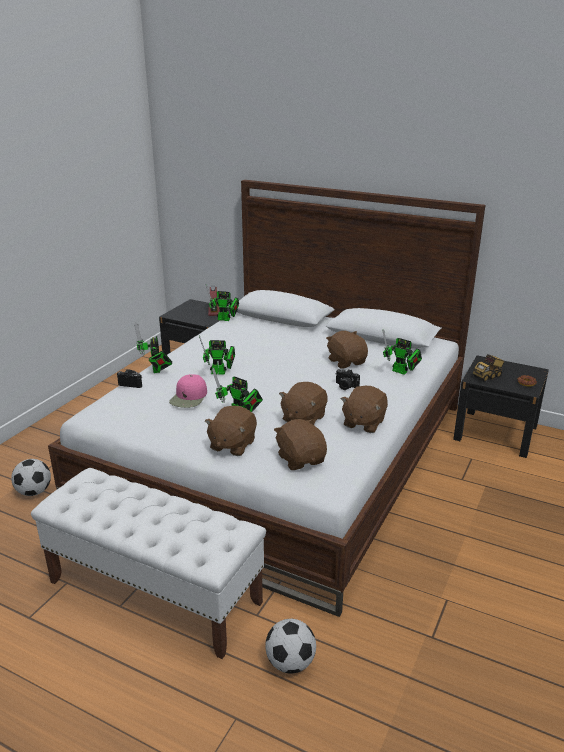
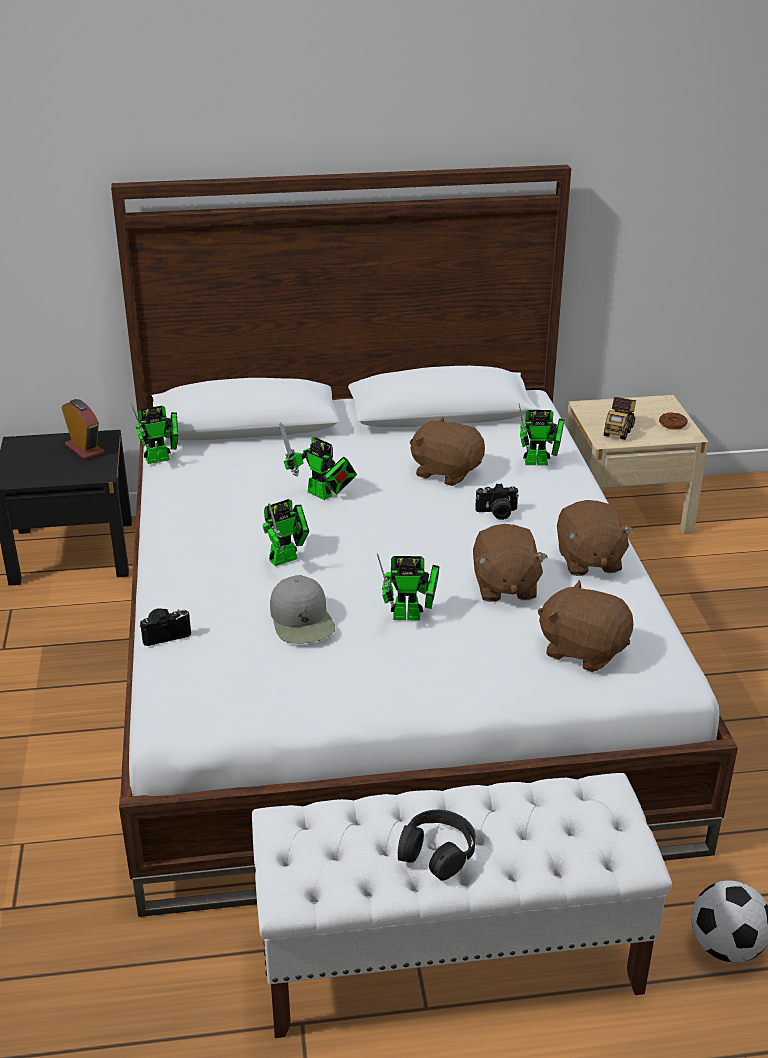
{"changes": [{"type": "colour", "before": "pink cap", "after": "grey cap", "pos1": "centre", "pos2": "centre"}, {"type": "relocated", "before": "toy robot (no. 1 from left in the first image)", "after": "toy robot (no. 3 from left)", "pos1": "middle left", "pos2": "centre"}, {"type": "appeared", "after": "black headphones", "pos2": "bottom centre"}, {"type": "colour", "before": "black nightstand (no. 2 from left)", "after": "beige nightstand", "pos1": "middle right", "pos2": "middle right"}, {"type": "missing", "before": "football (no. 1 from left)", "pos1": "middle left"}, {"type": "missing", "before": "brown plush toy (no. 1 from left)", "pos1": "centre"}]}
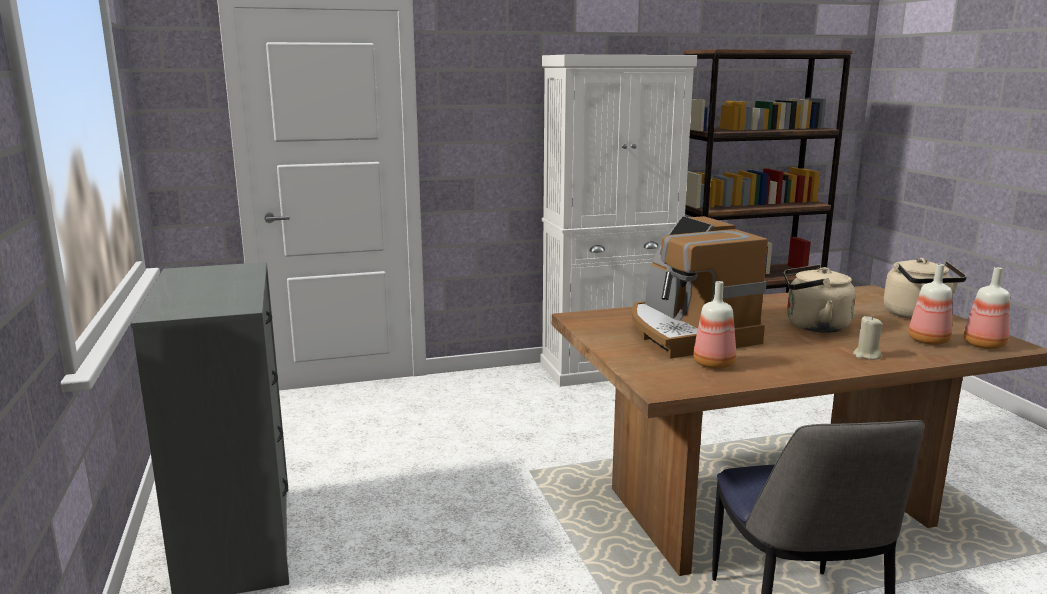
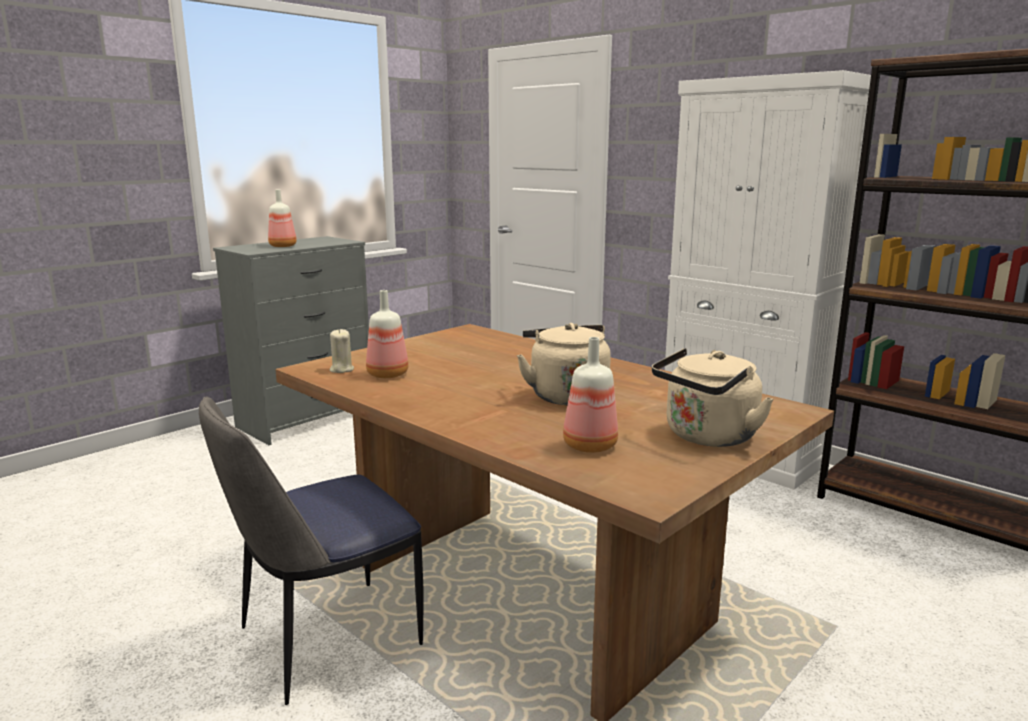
{"changes": [{"type": "relocated", "before": "bottle (no. 3 from left in the first image)", "after": "bottle (no. 1 from left)", "pos1": "middle right", "pos2": "top left"}, {"type": "relocated", "before": "beige candle", "pos1": "middle right", "pos2": "middle left"}, {"type": "missing", "before": "coffee machine", "pos1": "middle right"}]}
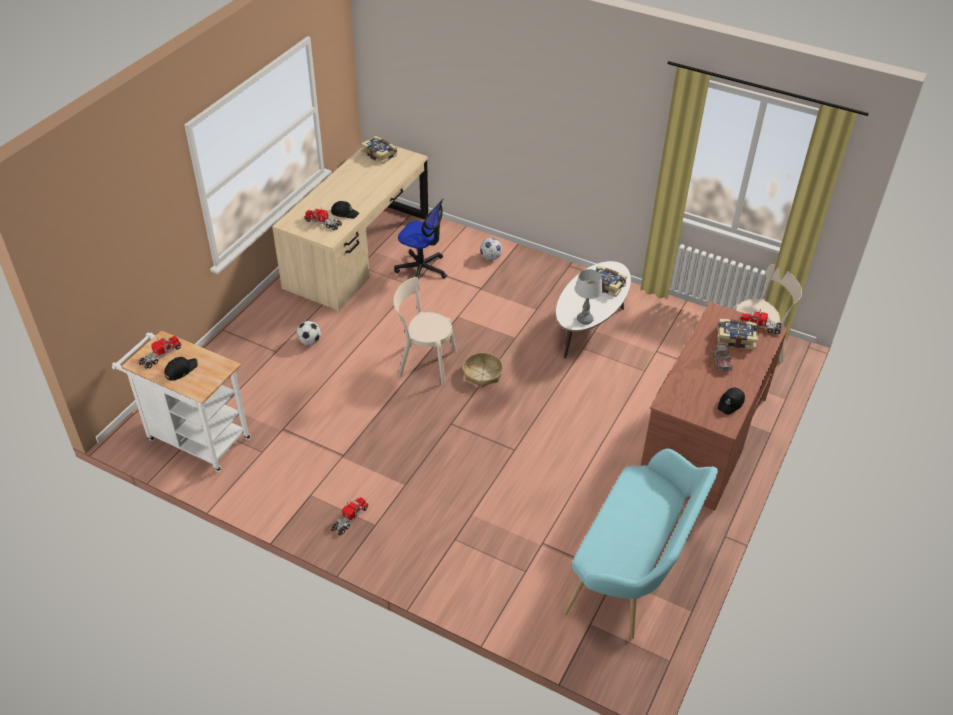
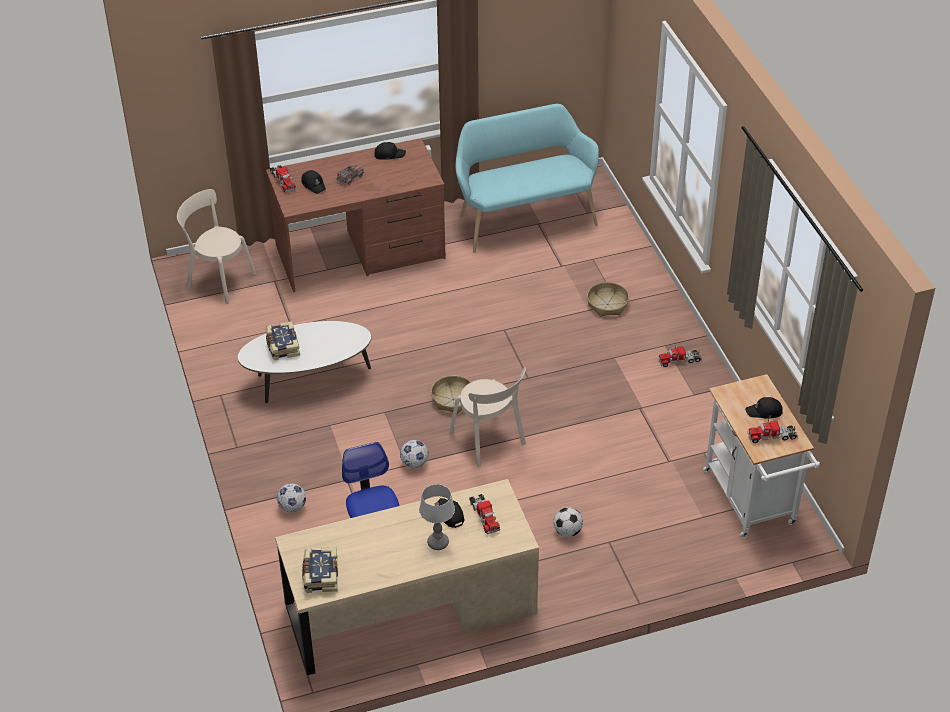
{"changes": [{"type": "exchanged", "before": "book (no. 3 from left)", "after": "black cap (no. 1 from left)", "pos1": "middle right", "pos2": "top left"}, {"type": "appeared", "after": "football (no. 2 from left)", "pos2": "centre"}, {"type": "relocated", "before": "table lamp", "pos1": "centre", "pos2": "bottom centre"}, {"type": "appeared", "after": "basket (no. 2 from left)", "pos2": "centre"}]}
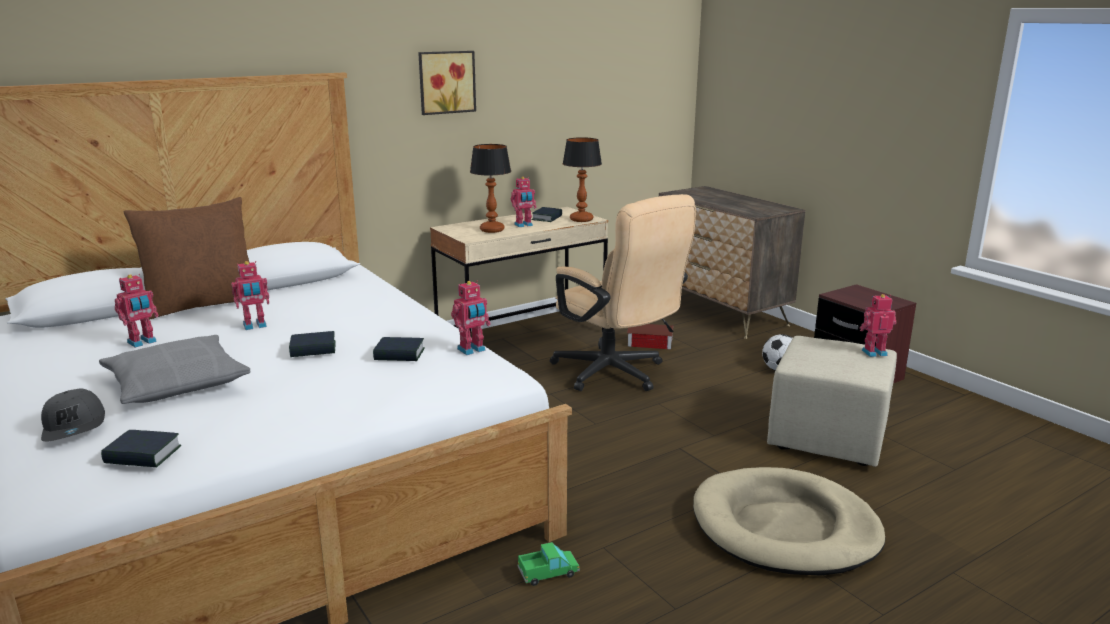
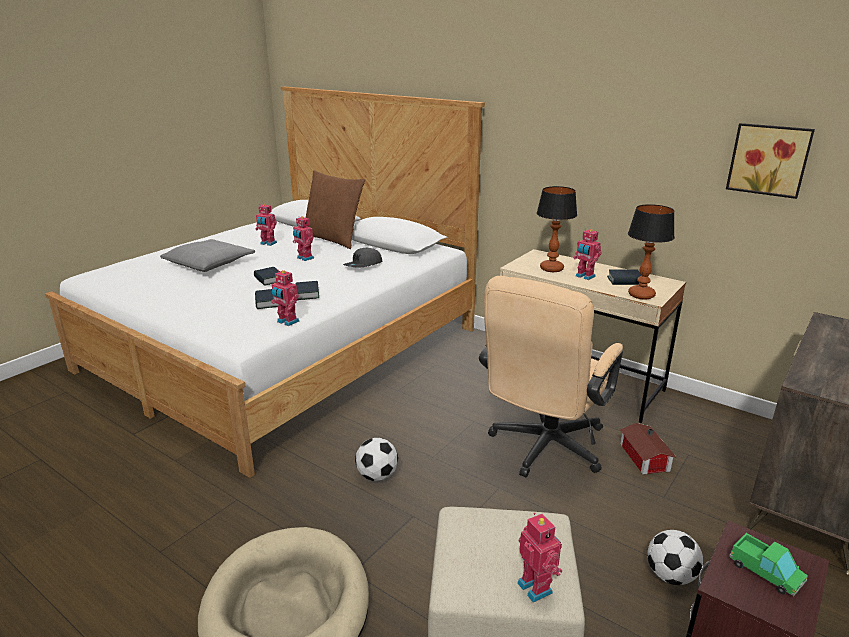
{"changes": [{"type": "relocated", "before": "book (no. 1 from left in the first image)", "after": "book (no. 3 from left)", "pos1": "bottom left", "pos2": "centre"}, {"type": "relocated", "before": "grey cap", "pos1": "middle left", "pos2": "centre"}, {"type": "appeared", "after": "football (no. 1 from left)", "pos2": "bottom centre"}, {"type": "relocated", "before": "picture", "pos1": "top centre", "pos2": "top right"}, {"type": "relocated", "before": "toy truck", "pos1": "bottom centre", "pos2": "bottom right"}]}
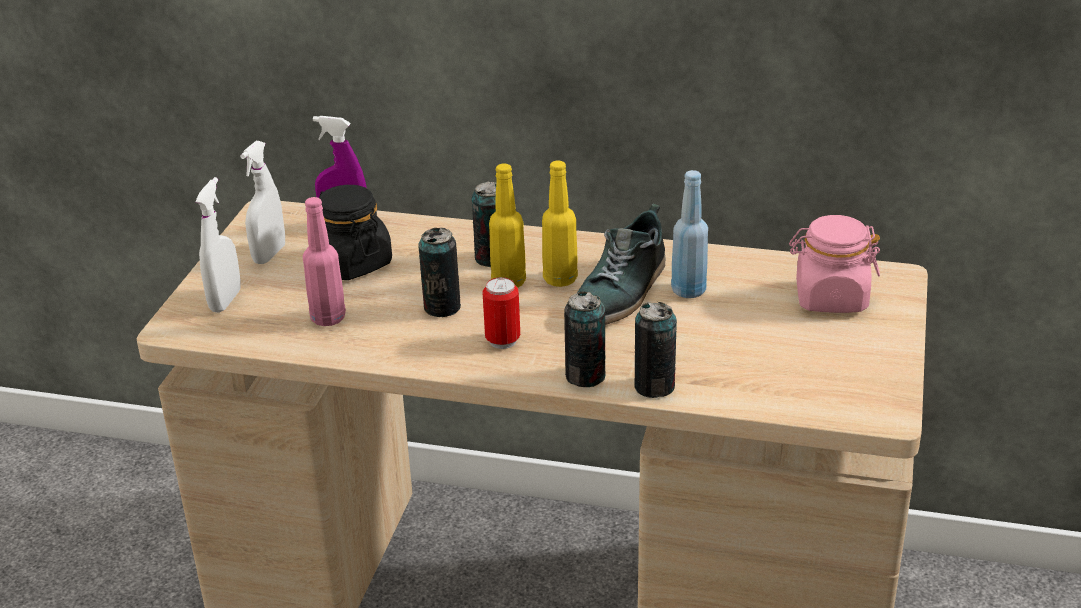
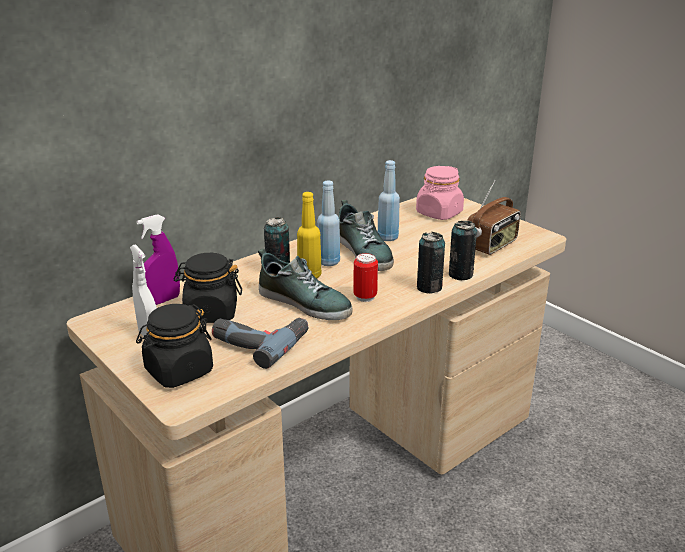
{"changes": [{"type": "exchanged", "before": "white spray bottle (no. 1 from left)", "after": "black jar (no. 1 from left)", "pos1": "middle left", "pos2": "middle left"}, {"type": "exchanged", "before": "pink bottle", "after": "power drill", "pos1": "middle left", "pos2": "centre"}, {"type": "exchanged", "before": "can (no. 1 from left)", "after": "shoe (no. 1 from left)", "pos1": "centre", "pos2": "centre"}, {"type": "colour", "before": "yellow bottle (no. 2 from left)", "after": "blue bottle (no. 1 from left)", "pos1": "centre", "pos2": "centre"}, {"type": "appeared", "after": "radio", "pos2": "middle right"}]}
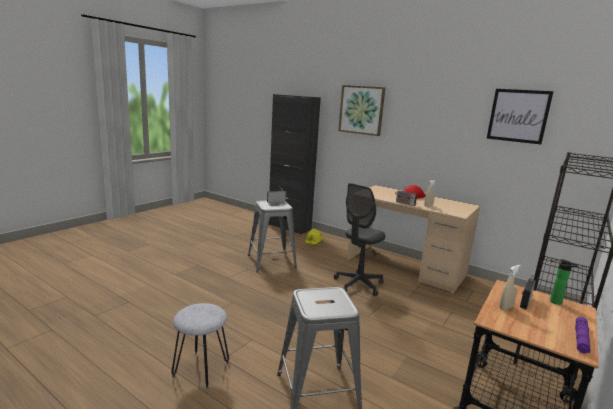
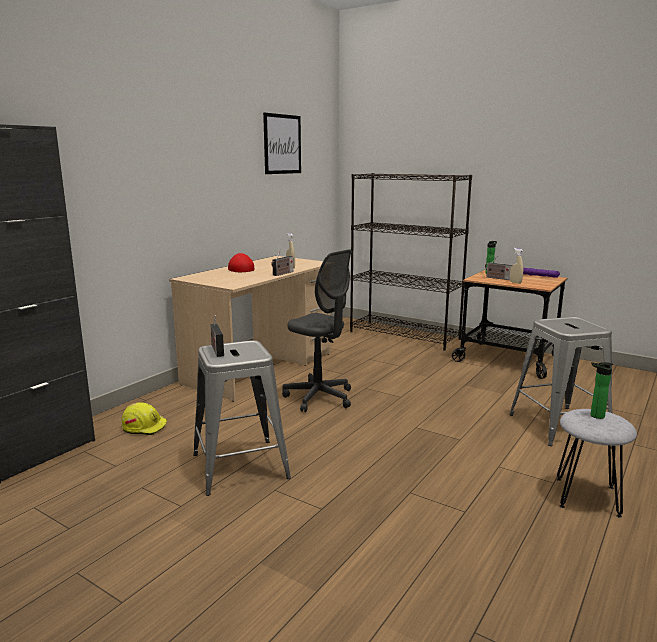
{"changes": [{"type": "appeared", "after": "bottle (no. 2 from left)", "pos2": "middle right"}, {"type": "missing", "before": "picture (no. 1 from left)", "pos1": "top centre"}]}
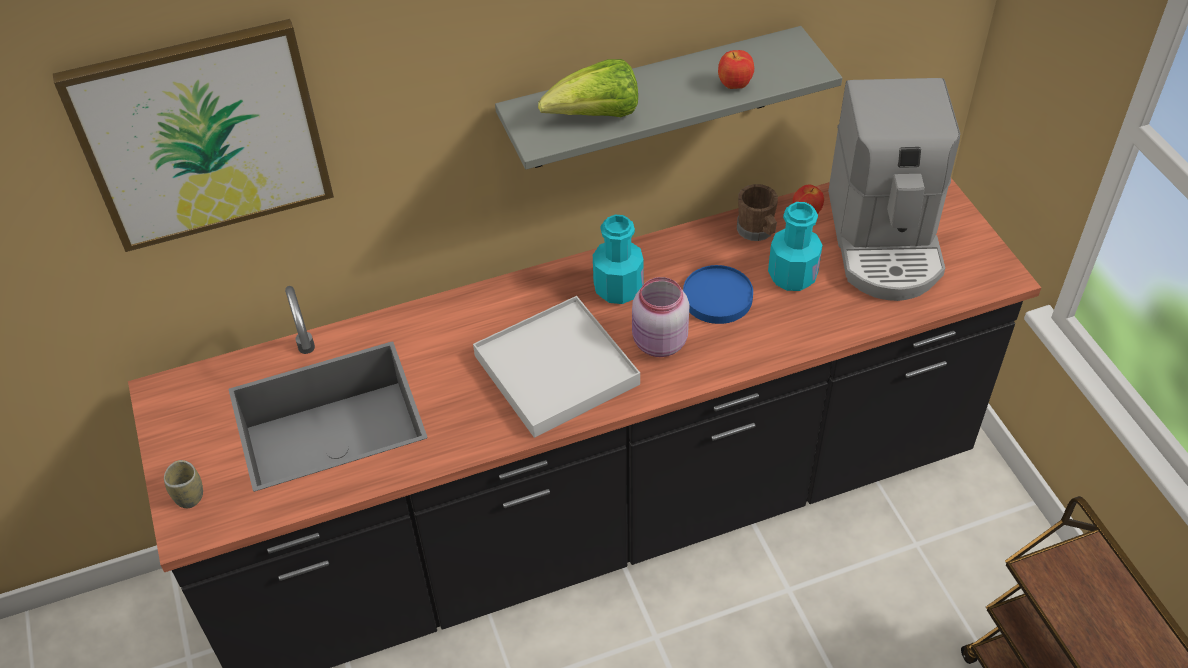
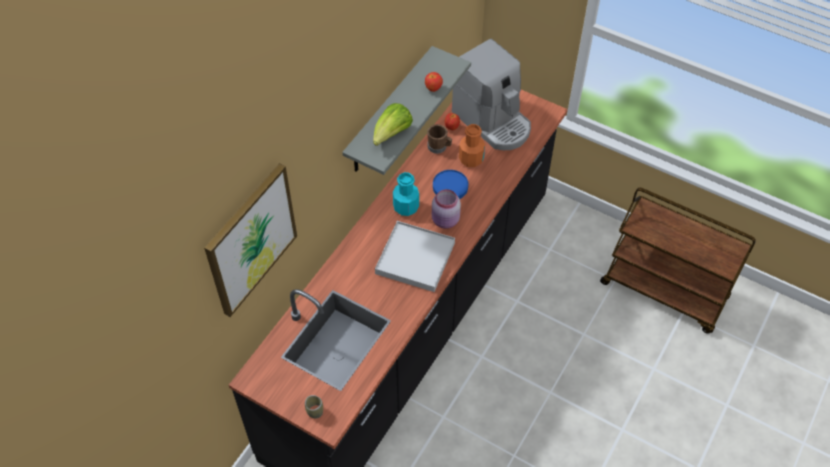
{"changes": [{"type": "colour", "before": "turquoise bottle (no. 2 from left)", "after": "orange bottle", "pos1": "middle right", "pos2": "top centre"}]}
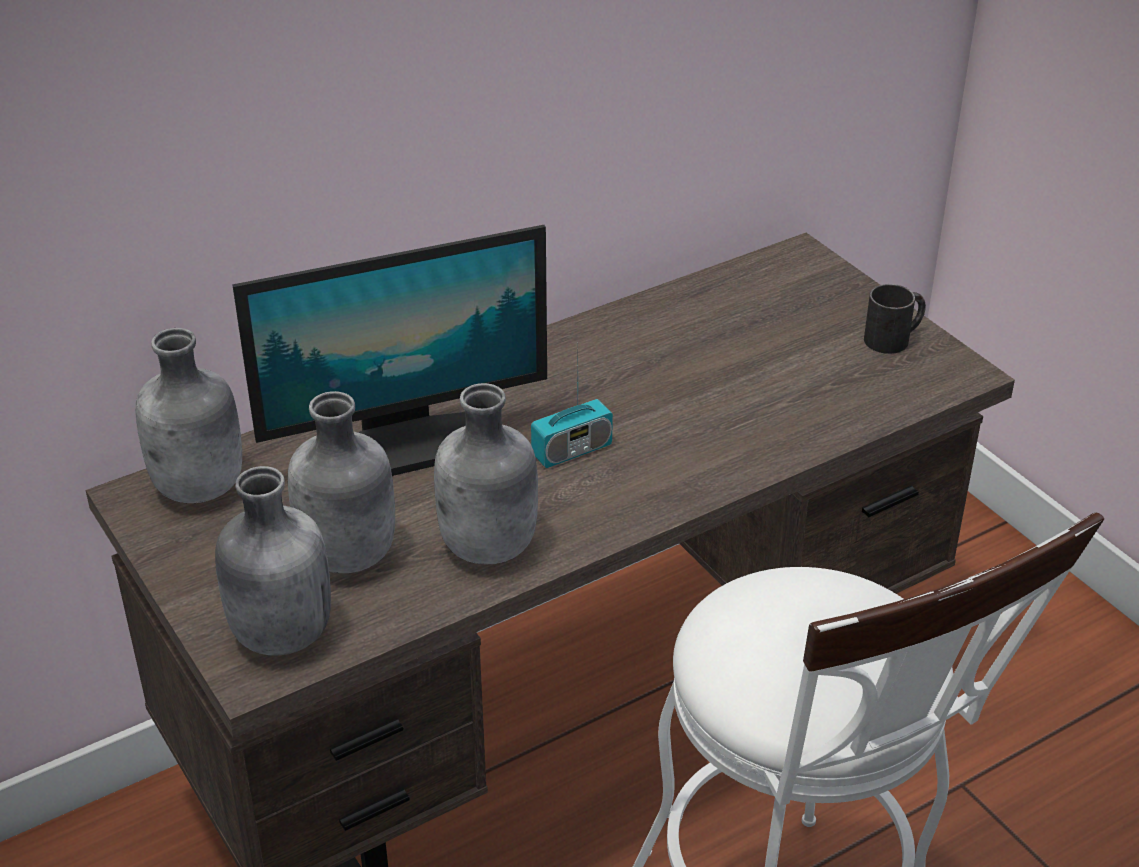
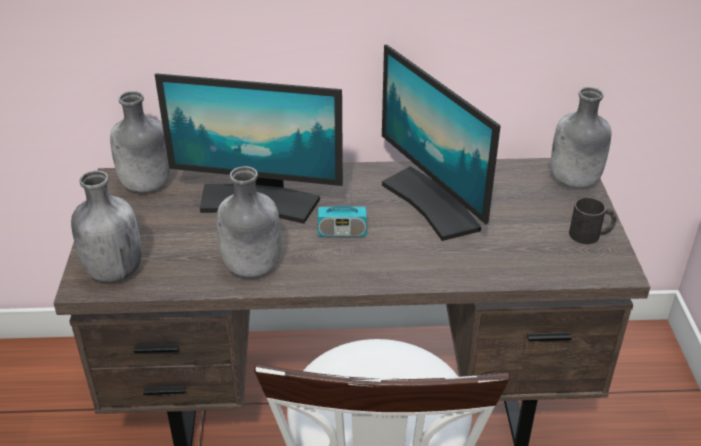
{"changes": [{"type": "appeared", "after": "monitor (no. 2 from left)", "pos2": "top centre"}, {"type": "relocated", "before": "grey bottle (no. 3 from left in the first image)", "after": "grey bottle (no. 4 from left)", "pos1": "middle left", "pos2": "top right"}]}
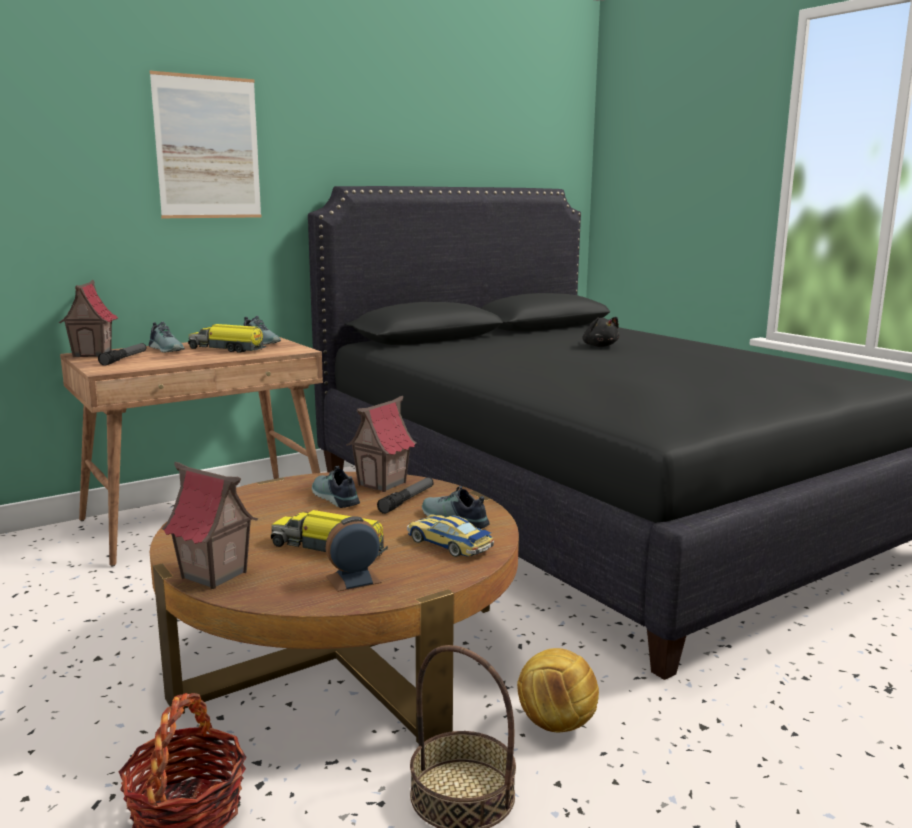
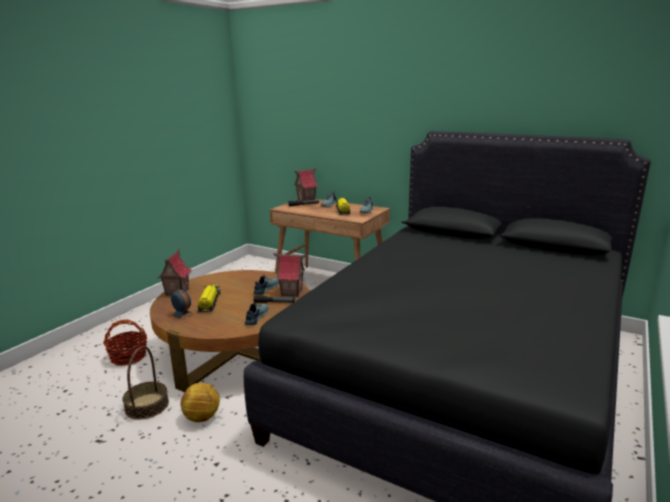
{"changes": [{"type": "missing", "before": "picture", "pos1": "top left"}, {"type": "missing", "before": "toy car", "pos1": "centre"}, {"type": "missing", "before": "black plush toy", "pos1": "centre"}]}
